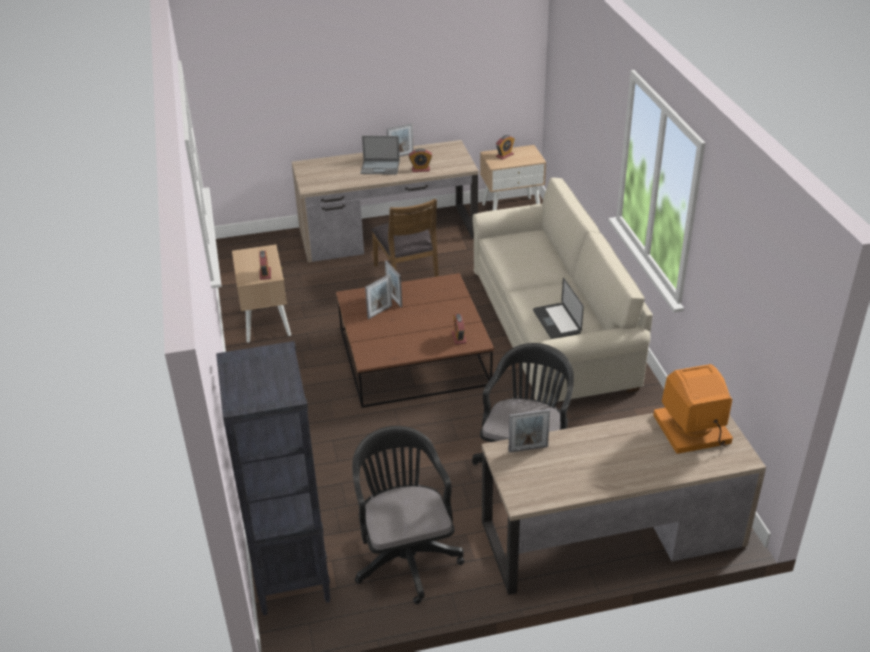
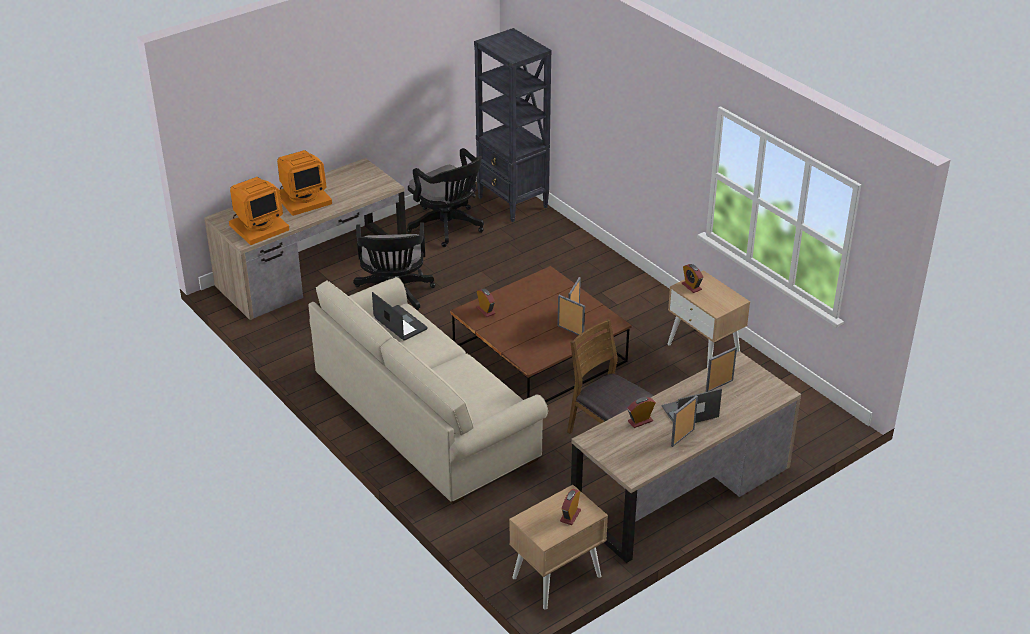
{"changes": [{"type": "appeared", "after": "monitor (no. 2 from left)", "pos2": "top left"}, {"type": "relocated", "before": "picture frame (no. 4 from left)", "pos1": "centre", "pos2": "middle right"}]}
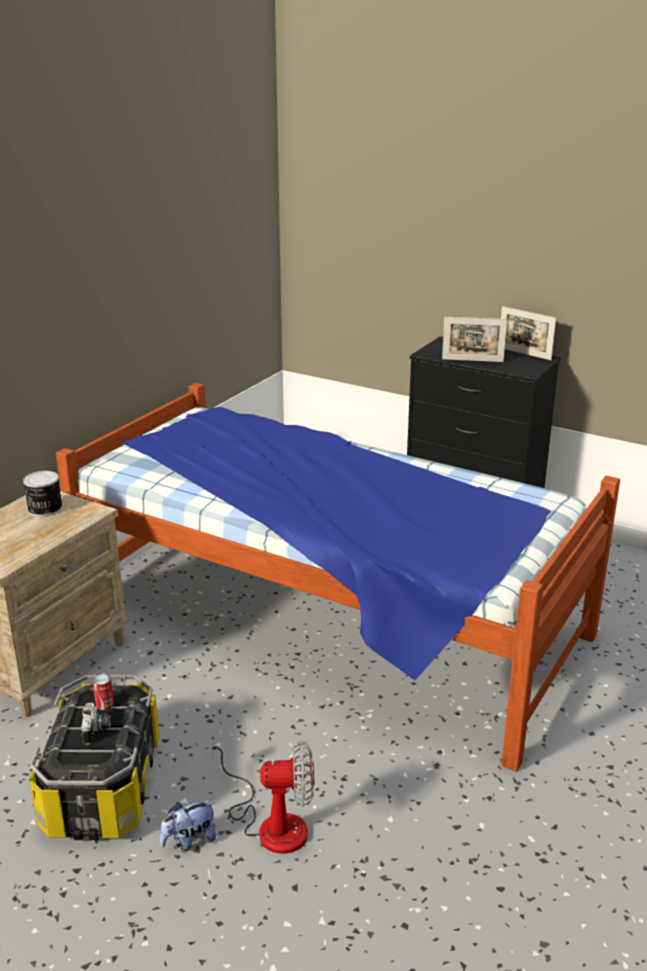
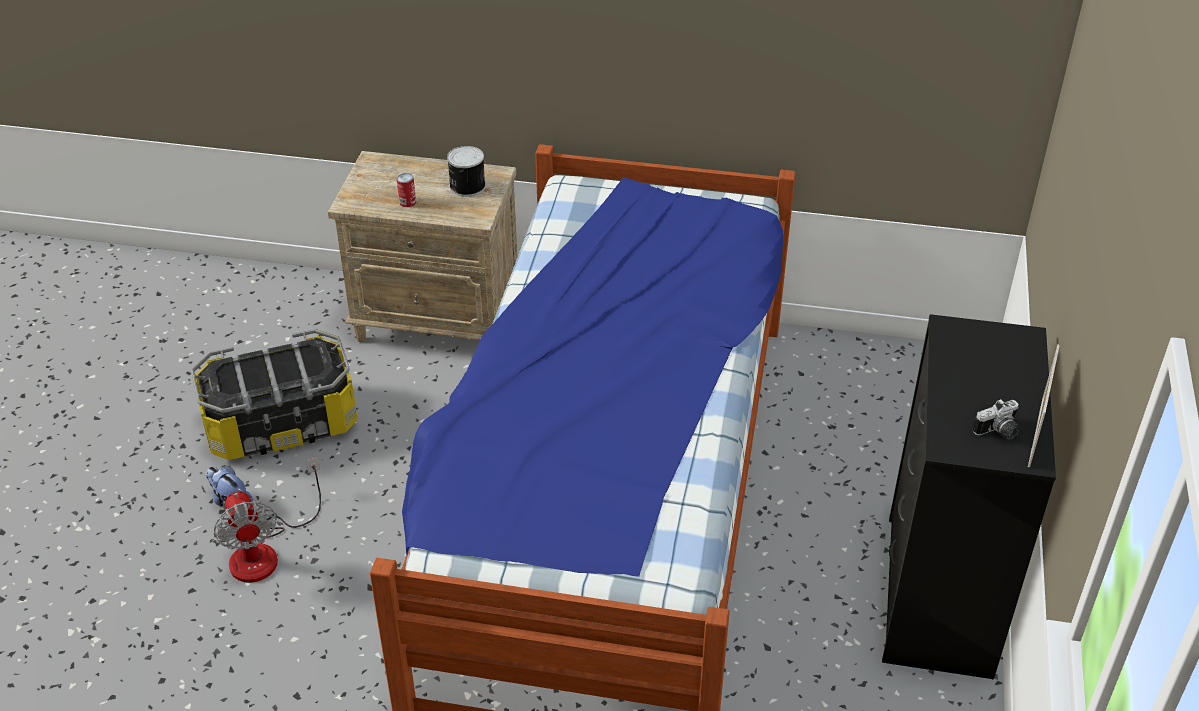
{"changes": [{"type": "relocated", "before": "can (no. 2 from left in the first image)", "after": "can (no. 1 from left)", "pos1": "bottom left", "pos2": "top centre"}, {"type": "relocated", "before": "photo camera", "pos1": "bottom left", "pos2": "middle right"}, {"type": "missing", "before": "picture frame (no. 1 from left)", "pos1": "middle right"}]}
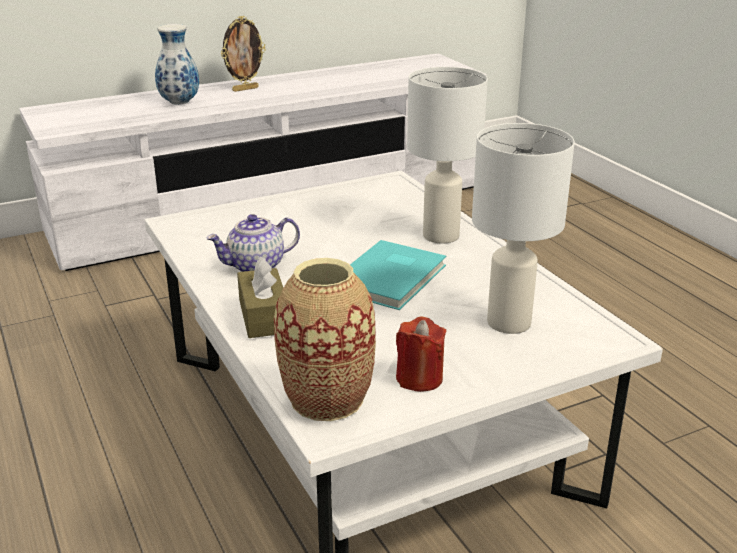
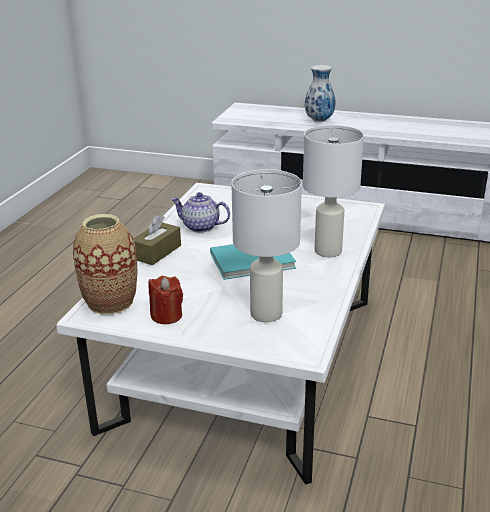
{"changes": [{"type": "missing", "before": "picture frame", "pos1": "top left"}]}
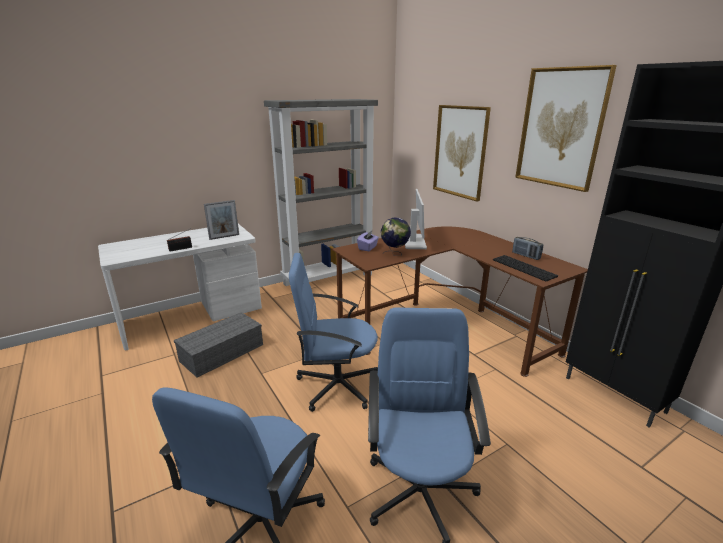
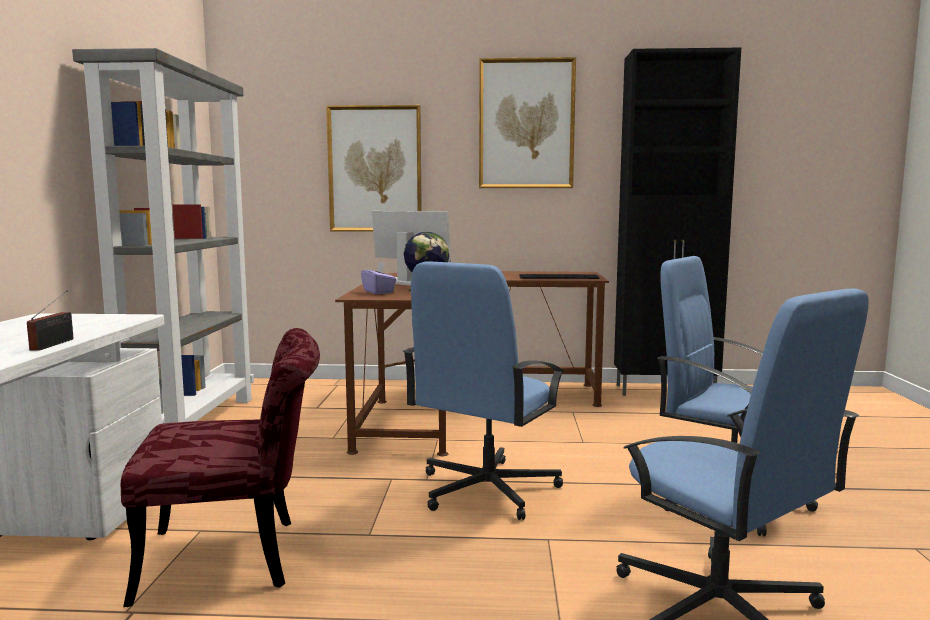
{"changes": [{"type": "exchanged", "before": "grey storage box", "after": "red chair", "pos1": "middle left", "pos2": "bottom left"}, {"type": "missing", "before": "picture frame", "pos1": "middle left"}, {"type": "missing", "before": "radio (no. 2 from left)", "pos1": "middle right"}]}
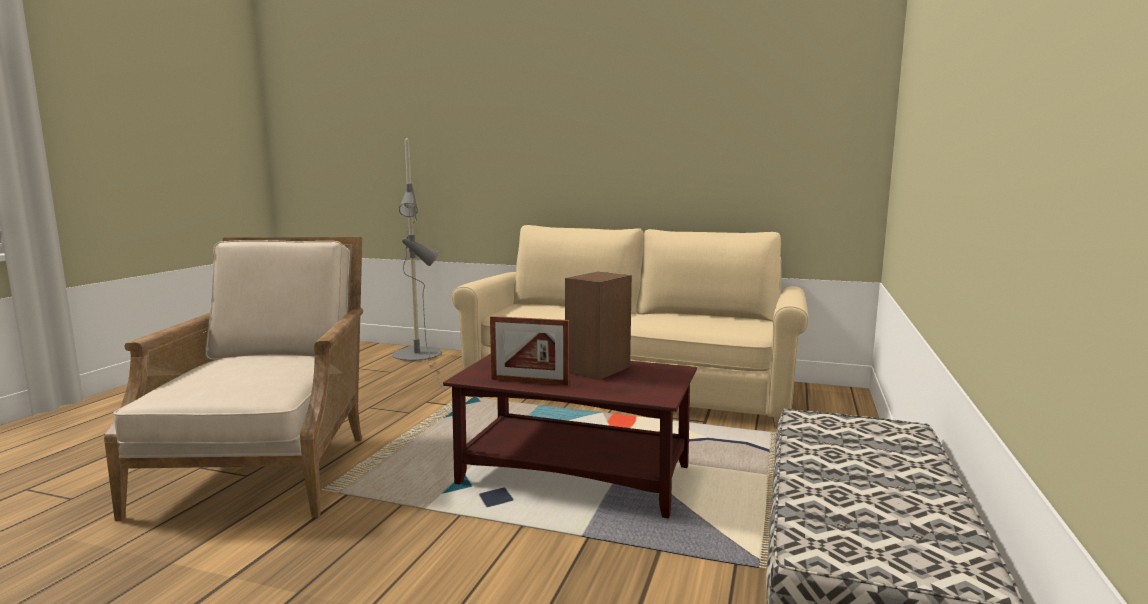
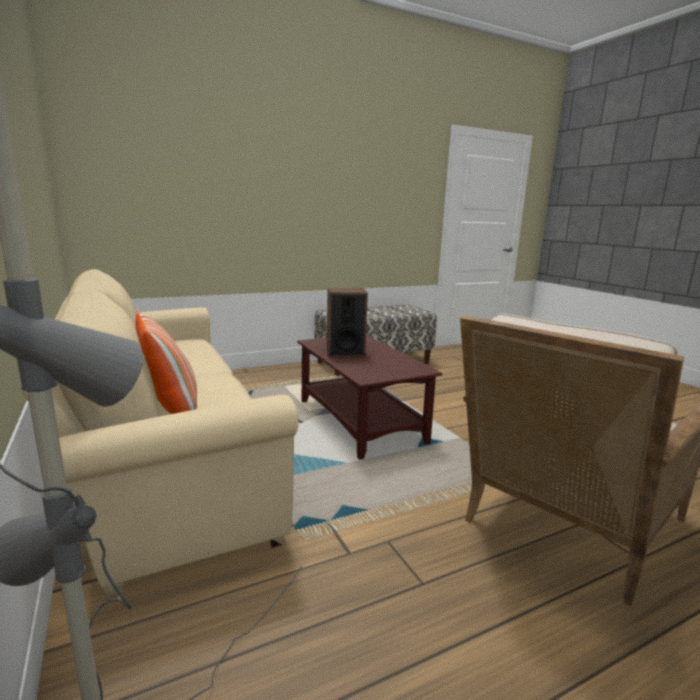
{"changes": [{"type": "appeared", "after": "pillow", "pos2": "middle left"}, {"type": "missing", "before": "picture frame", "pos1": "centre"}]}
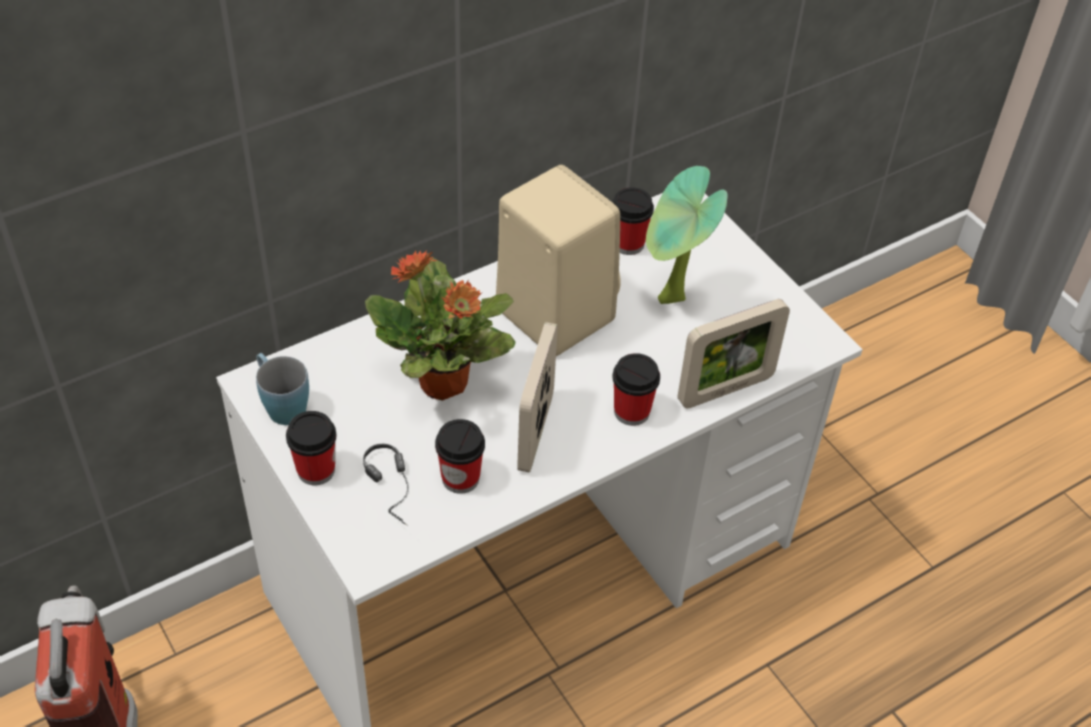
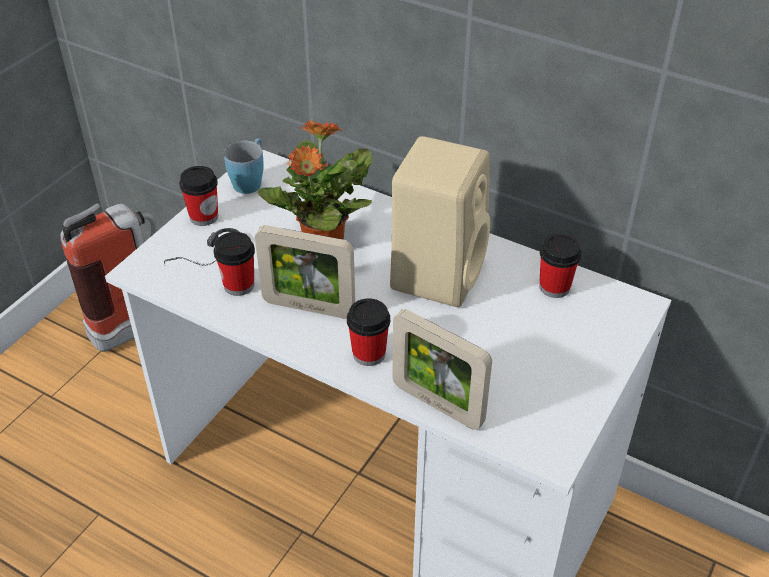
{"changes": [{"type": "spun", "before": "picture frame (no. 1 from left)", "pos1": "centre", "pos2": "centre", "turn": -150}, {"type": "missing", "before": "potted plant (no. 2 from left)", "pos1": "top centre"}]}
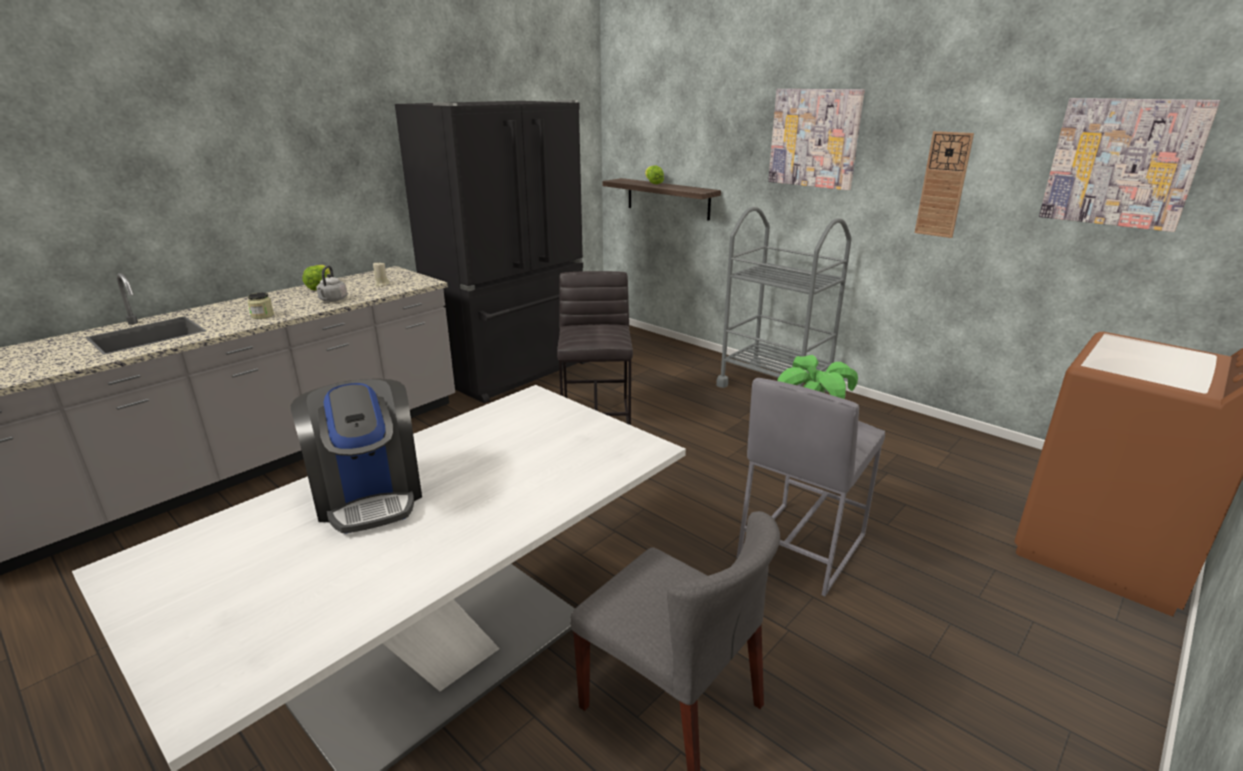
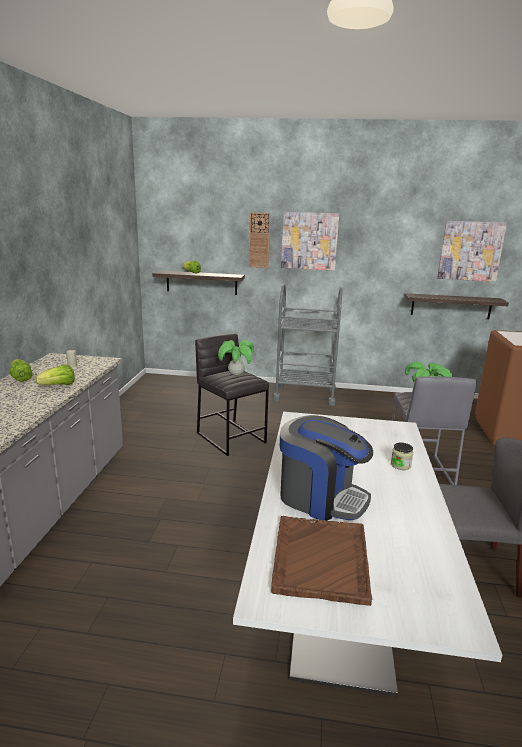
{"changes": [{"type": "exchanged", "before": "grey kettle", "after": "lettuce (no. 2 from left)", "pos1": "middle left", "pos2": "middle left"}, {"type": "appeared", "after": "potted plant (no. 1 from left)", "pos2": "centre"}, {"type": "relocated", "before": "wall clock", "pos1": "top right", "pos2": "top centre"}, {"type": "appeared", "after": "brown tray", "pos2": "bottom centre"}, {"type": "relocated", "before": "jar", "pos1": "middle left", "pos2": "middle right"}, {"type": "appeared", "after": "shelf (no. 2 from left)", "pos2": "middle right"}, {"type": "missing", "before": "black fridge", "pos1": "top centre"}]}
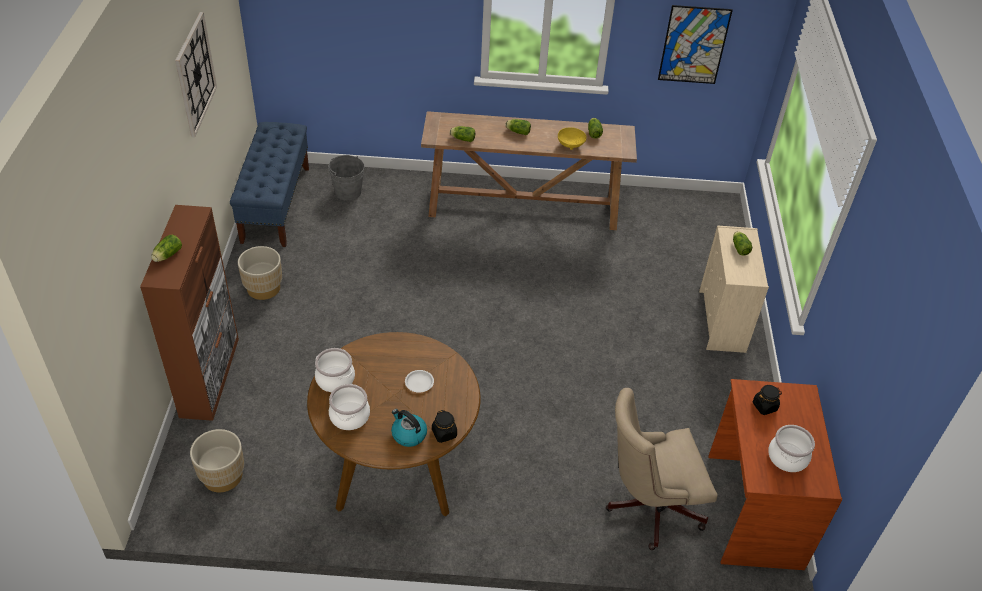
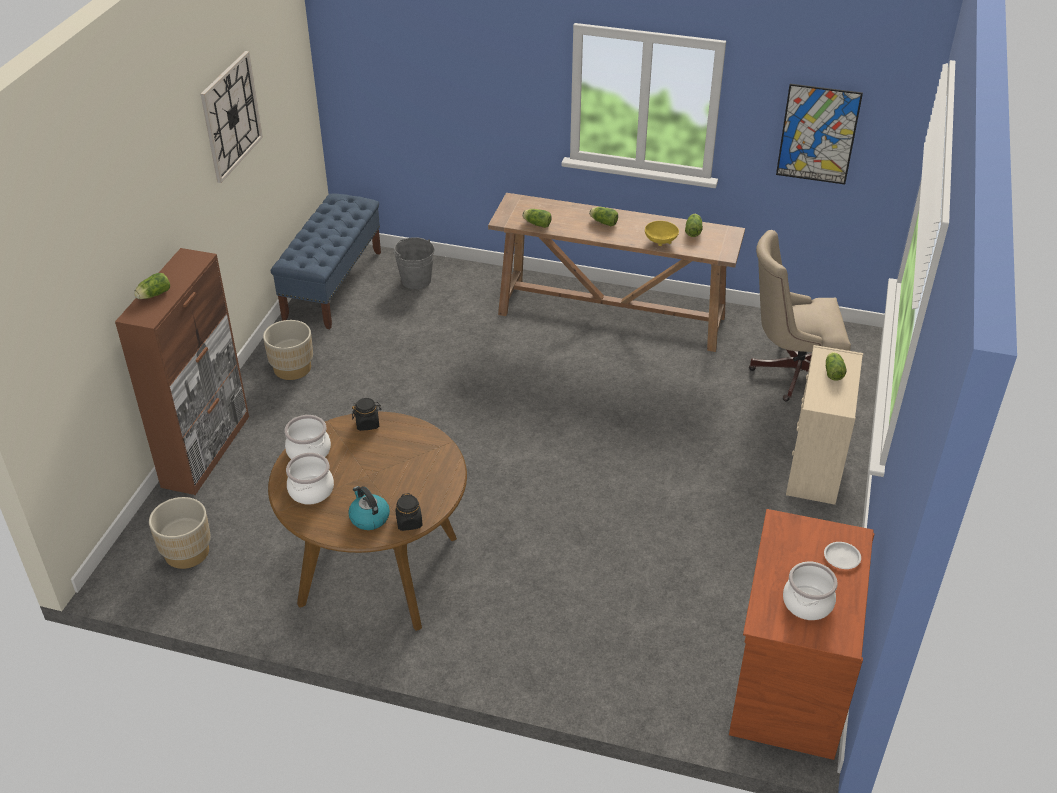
{"changes": [{"type": "relocated", "before": "black jar (no. 2 from left in the first image)", "after": "black jar (no. 1 from left)", "pos1": "bottom right", "pos2": "centre"}, {"type": "relocated", "before": "beige office chair", "pos1": "bottom right", "pos2": "middle right"}, {"type": "relocated", "before": "white plate", "pos1": "centre", "pos2": "bottom right"}]}
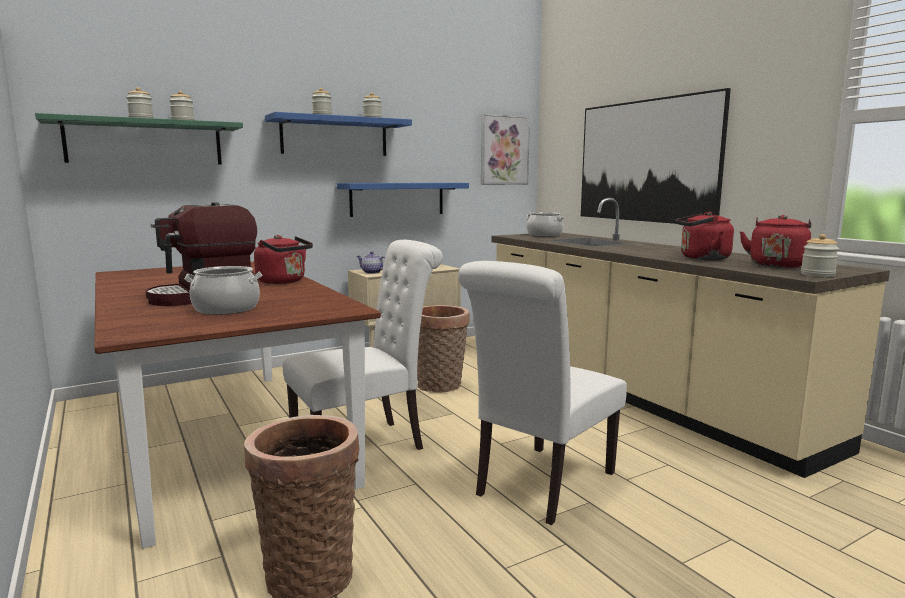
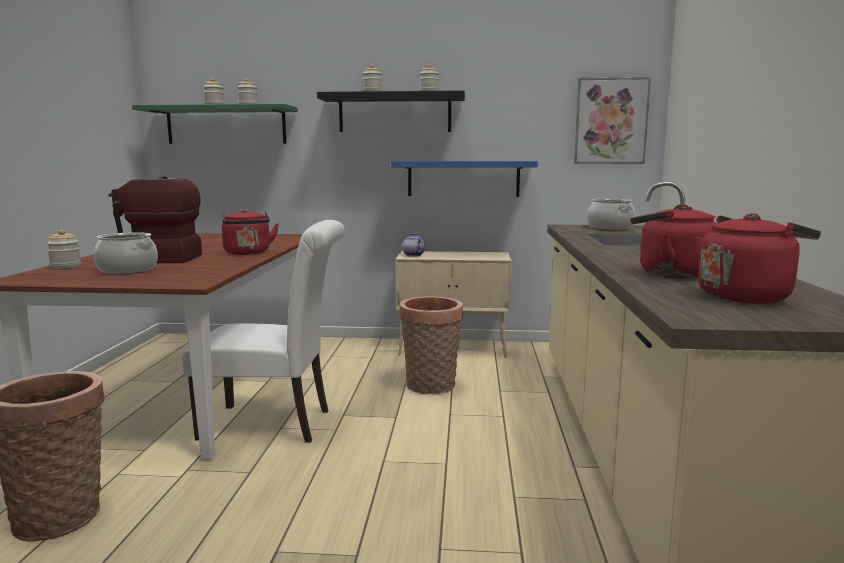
{"changes": [{"type": "relocated", "before": "jar (no. 5 from left in the first image)", "after": "jar (no. 1 from left)", "pos1": "middle right", "pos2": "middle left"}, {"type": "colour", "before": "blue shelf (no. 1 from left)", "after": "black shelf", "pos1": "top centre", "pos2": "top centre"}, {"type": "missing", "before": "white chair (no. 2 from left)", "pos1": "centre"}, {"type": "missing", "before": "picture (no. 2 from left)", "pos1": "top right"}]}
